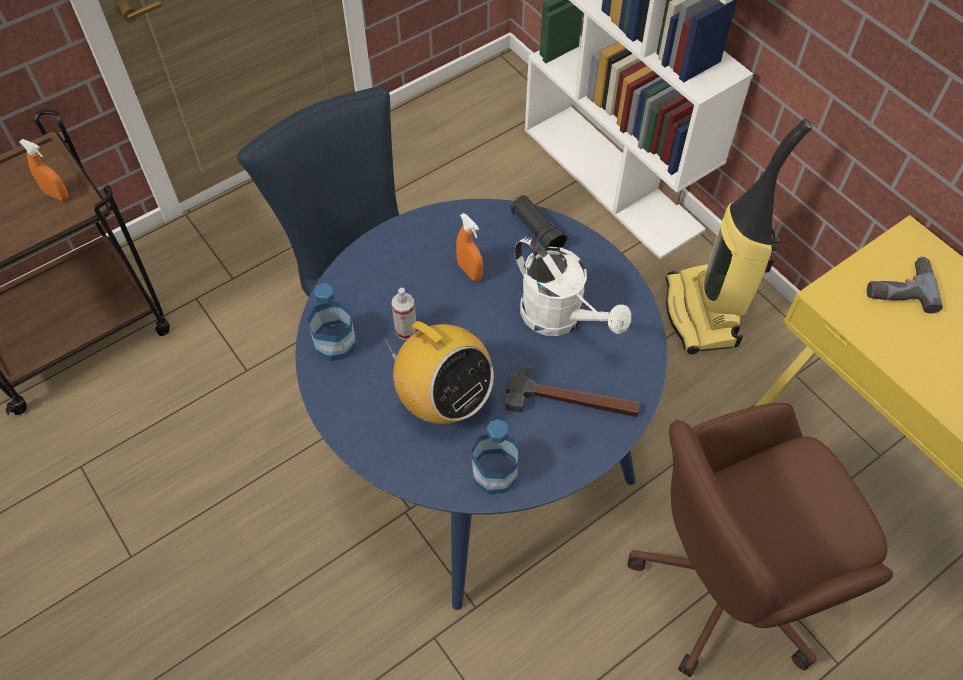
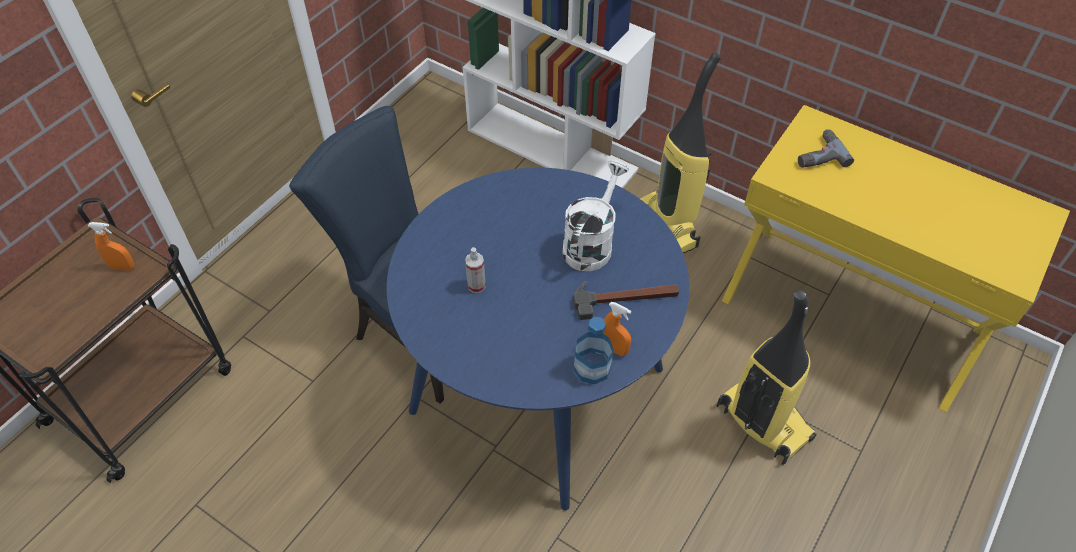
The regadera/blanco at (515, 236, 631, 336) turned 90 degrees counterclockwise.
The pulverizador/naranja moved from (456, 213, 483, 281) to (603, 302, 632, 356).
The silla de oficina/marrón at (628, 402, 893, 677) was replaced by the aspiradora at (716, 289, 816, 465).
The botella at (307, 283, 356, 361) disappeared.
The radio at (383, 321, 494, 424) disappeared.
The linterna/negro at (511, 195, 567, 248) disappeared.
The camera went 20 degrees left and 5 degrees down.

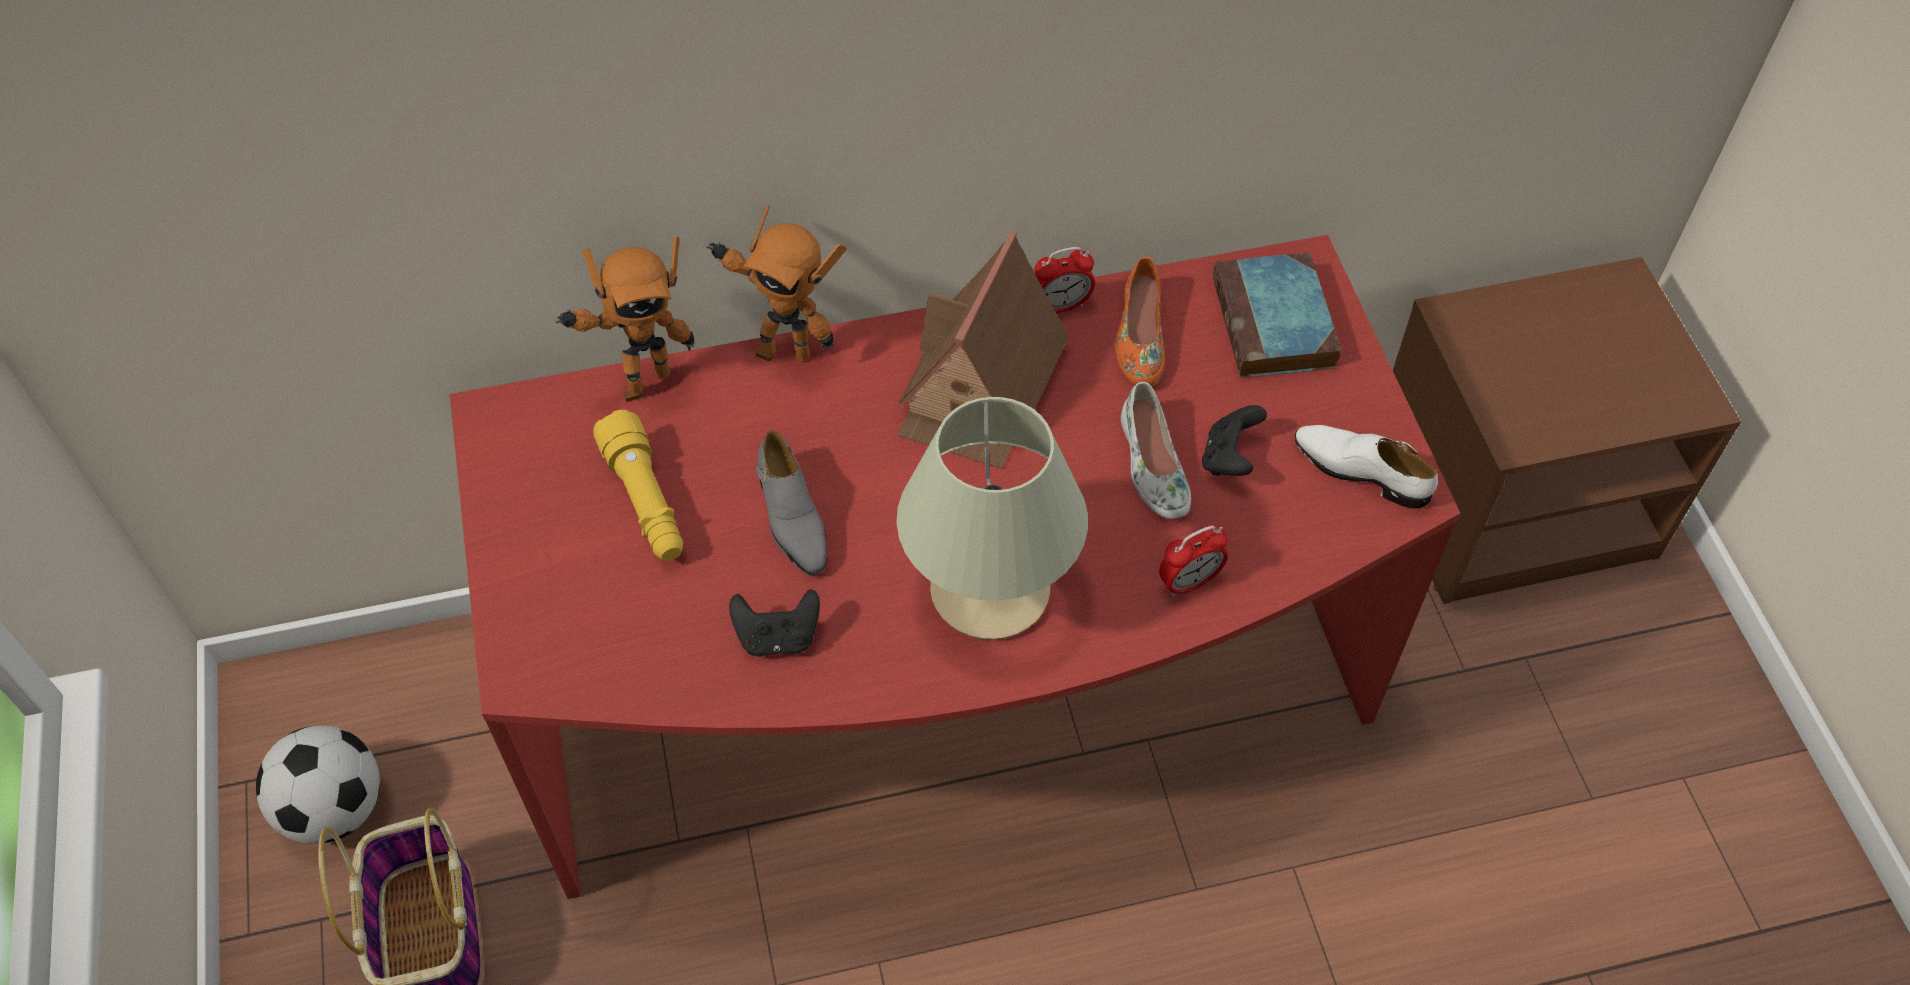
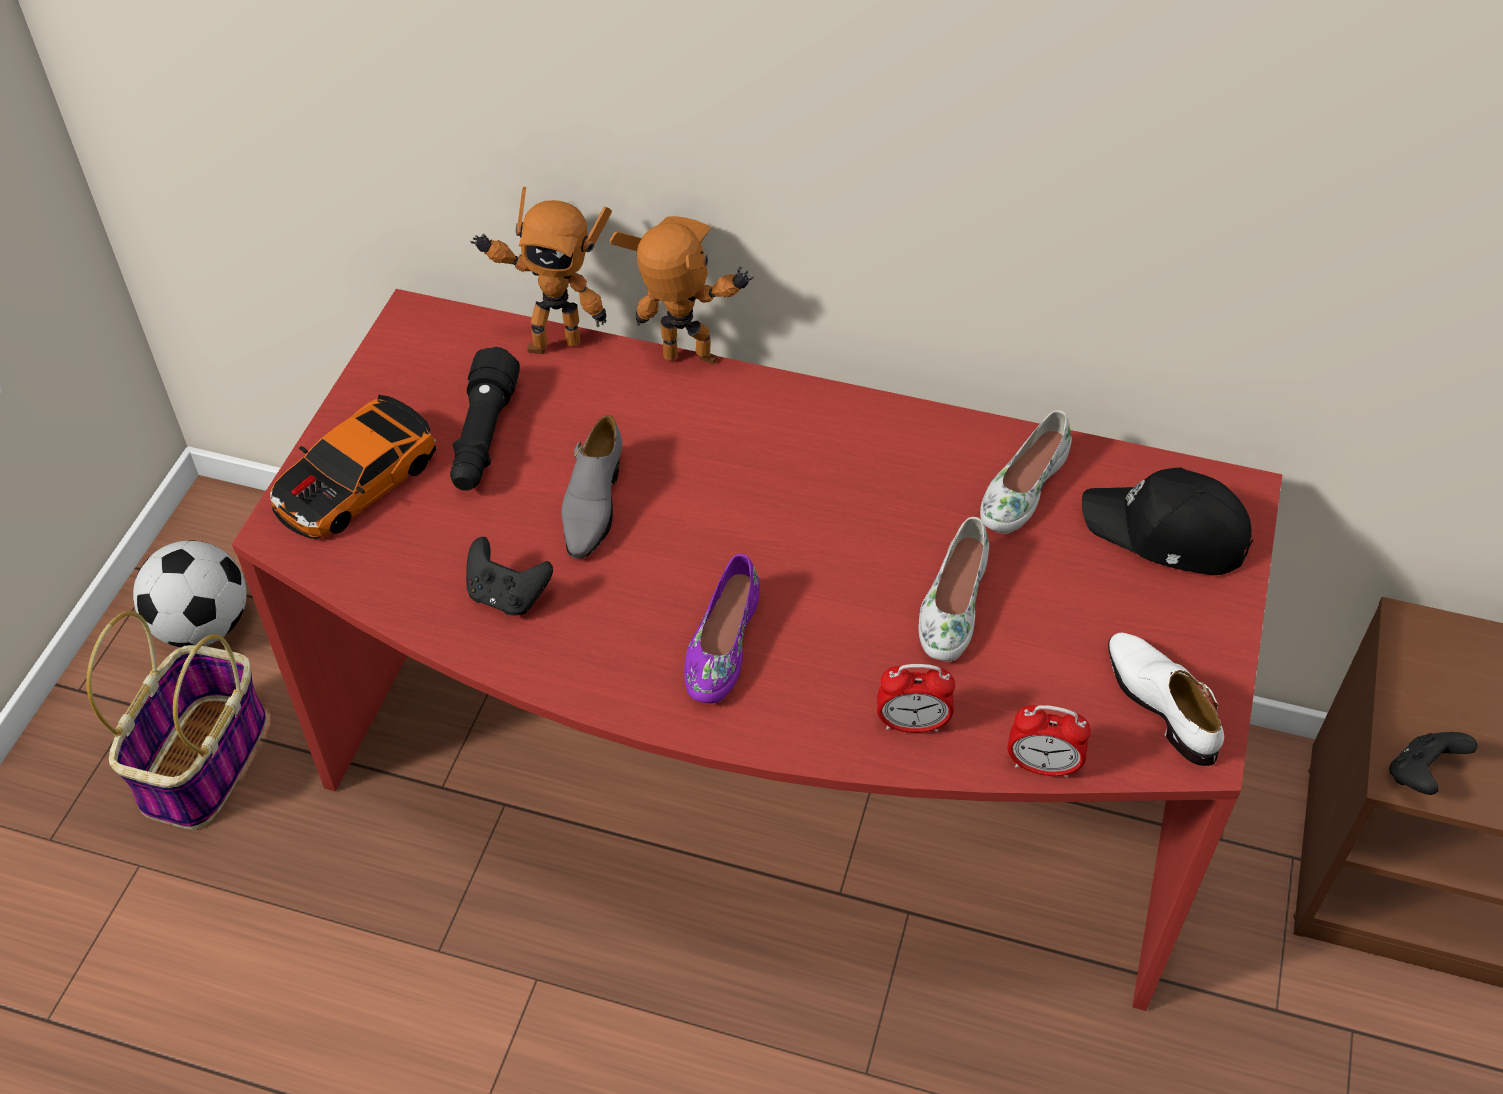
The coche de juguete at (270, 395, 436, 539) appeared.
The linterna/amarillo at (593, 410, 683, 561) became the linterna/negro at (450, 347, 520, 491).
The robot de juguete at (706, 205, 846, 361) turned 150 degrees clockwise.
The lámpara de mesa/beis at (897, 397, 1088, 640) was replaced by the zapato/morado at (684, 554, 760, 704).
The zapato/naranja at (1115, 257, 1165, 386) became the zapato/blanco at (980, 410, 1072, 534).
The despertador moved from (1035, 247, 1095, 313) to (1007, 705, 1091, 778).
The libro at (1213, 252, 1341, 378) was replaced by the gorra/negro at (1082, 467, 1253, 575).
The mando de consola/negro moved from (1202, 405, 1267, 476) to (1389, 732, 1478, 795).
The casita at (897, 230, 1069, 469) disappeared.
The camera went 30 degrees right and 5 degrees down.

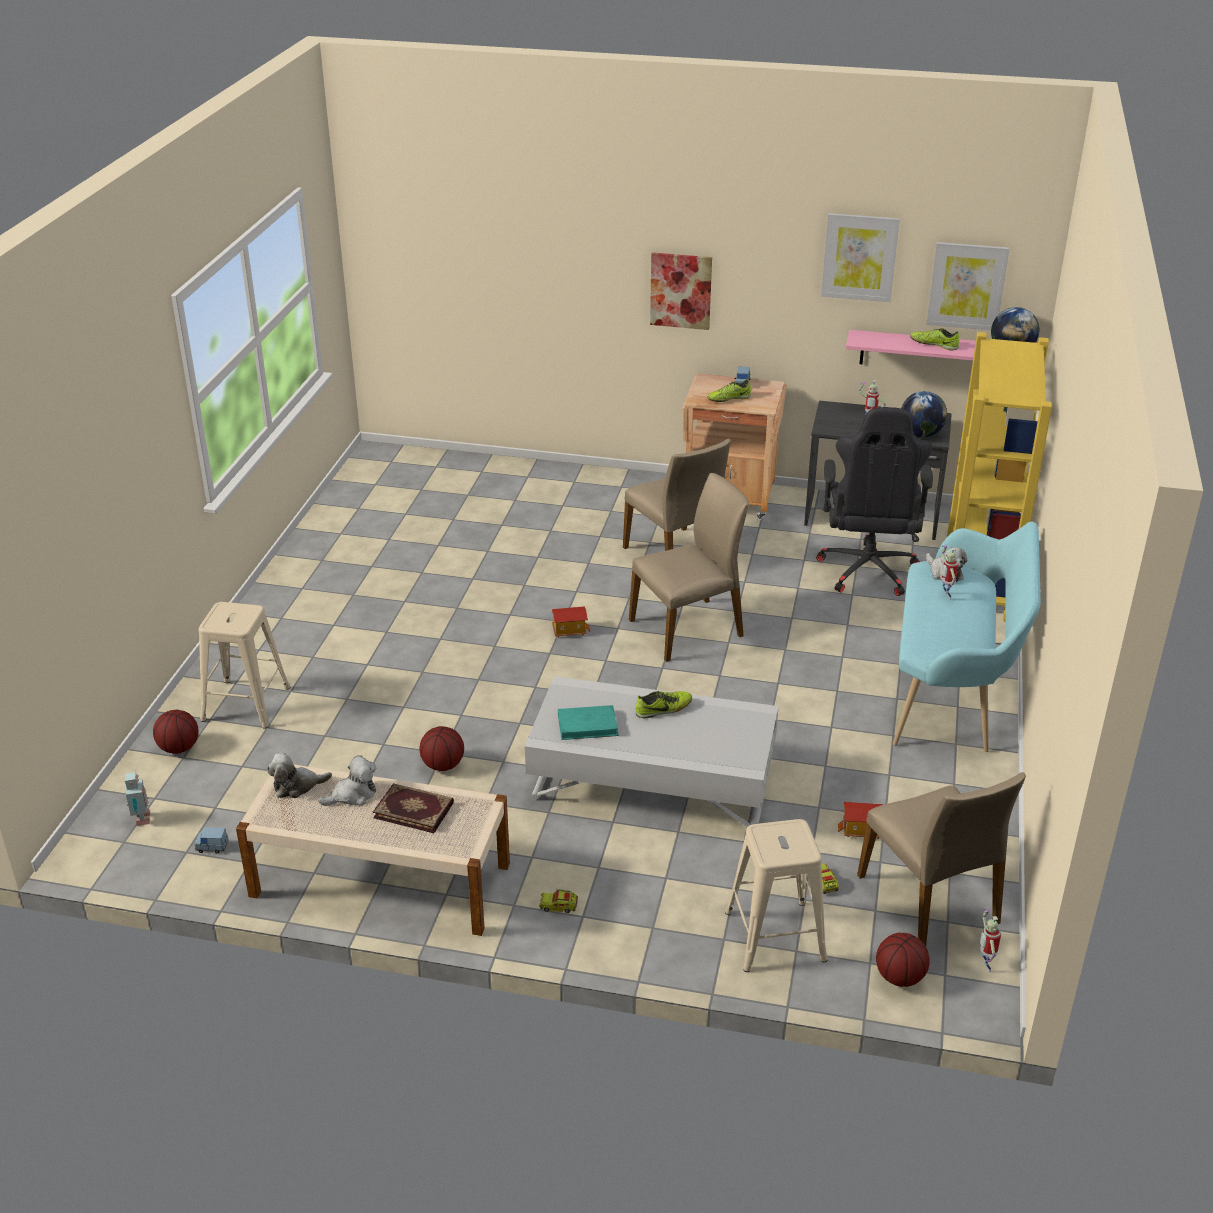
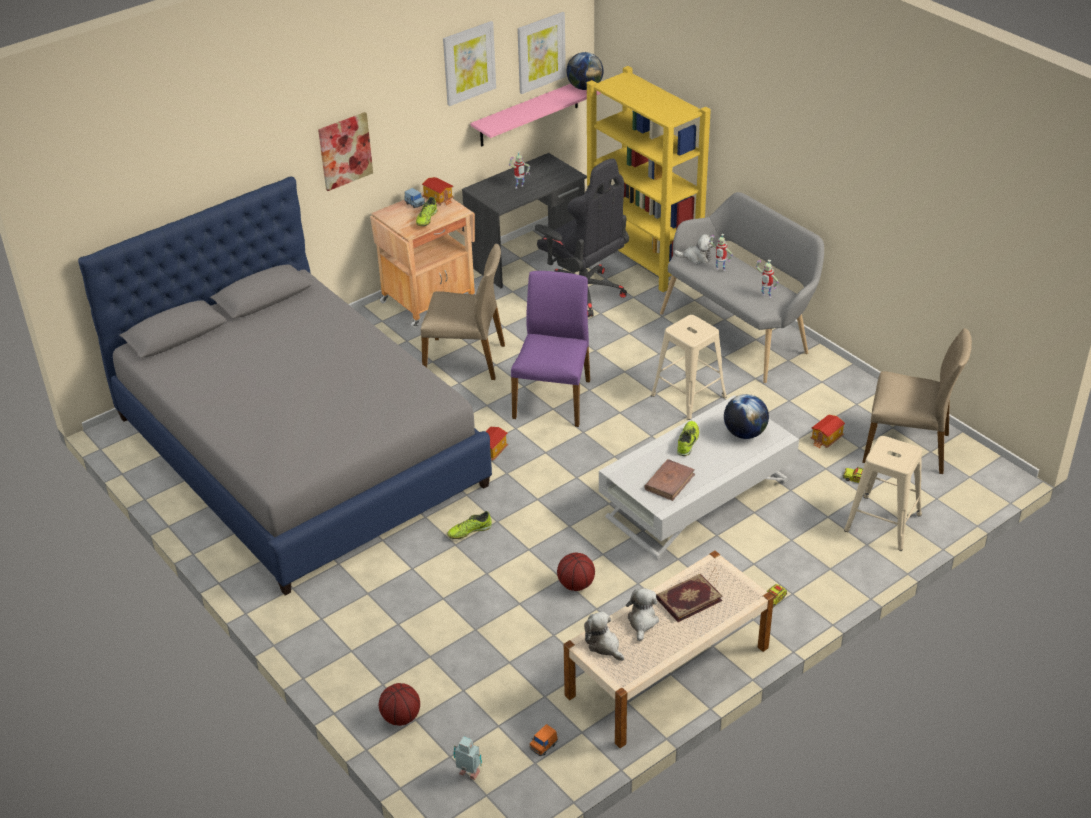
The cama/gris at (78, 176, 492, 596) appeared.
The casita at (422, 177, 454, 205) appeared.
The zapato moved from (910, 328, 960, 350) to (447, 511, 492, 539).
The silla/beis at (629, 473, 749, 662) became the silla/morado at (511, 271, 590, 427).
The coche de juguete/azul at (194, 827, 229, 854) became the coche de juguete/naranja at (530, 724, 558, 756).
The peluche at (267, 753, 332, 798) turned 120 degrees clockwise.
The libro/turquesa at (558, 705, 619, 740) became the libro/marrón at (644, 459, 695, 501).
The taburete/beis moved from (199, 602, 291, 729) to (651, 315, 727, 420).
The banco/turquesa at (893, 522, 1041, 752) became the banco/gris at (660, 192, 824, 383).
The globo terráqueo moved from (901, 391, 947, 437) to (724, 394, 769, 439).
The robot de juguete moved from (980, 909, 1001, 972) to (756, 260, 779, 298).
The balón de baloncesto at (876, 933, 930, 987) disappeared.
The camera went 50 degrees left and 5 degrees up.

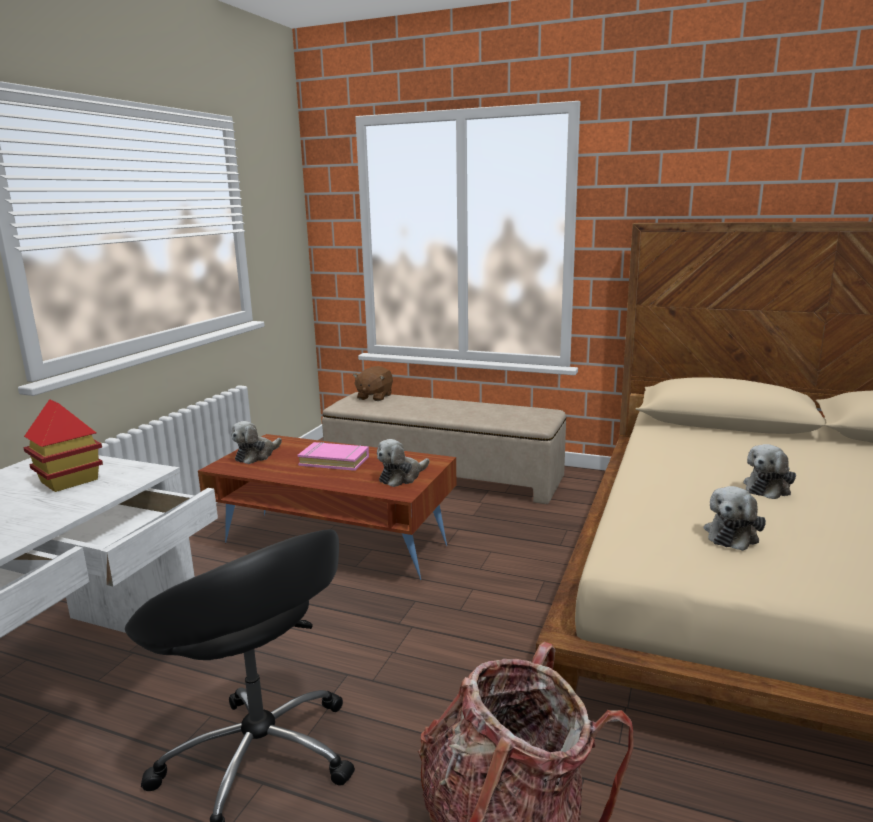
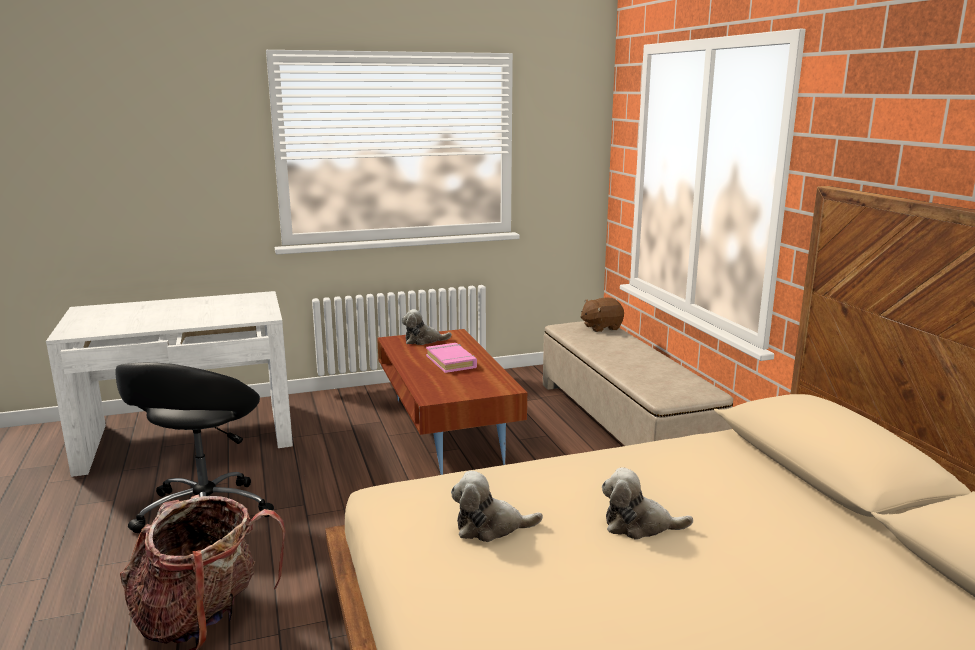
The casita at (23, 399, 103, 492) disappeared.
The peluche at (377, 439, 429, 487) disappeared.
The camera went 50 degrees right and 0 degrees up.

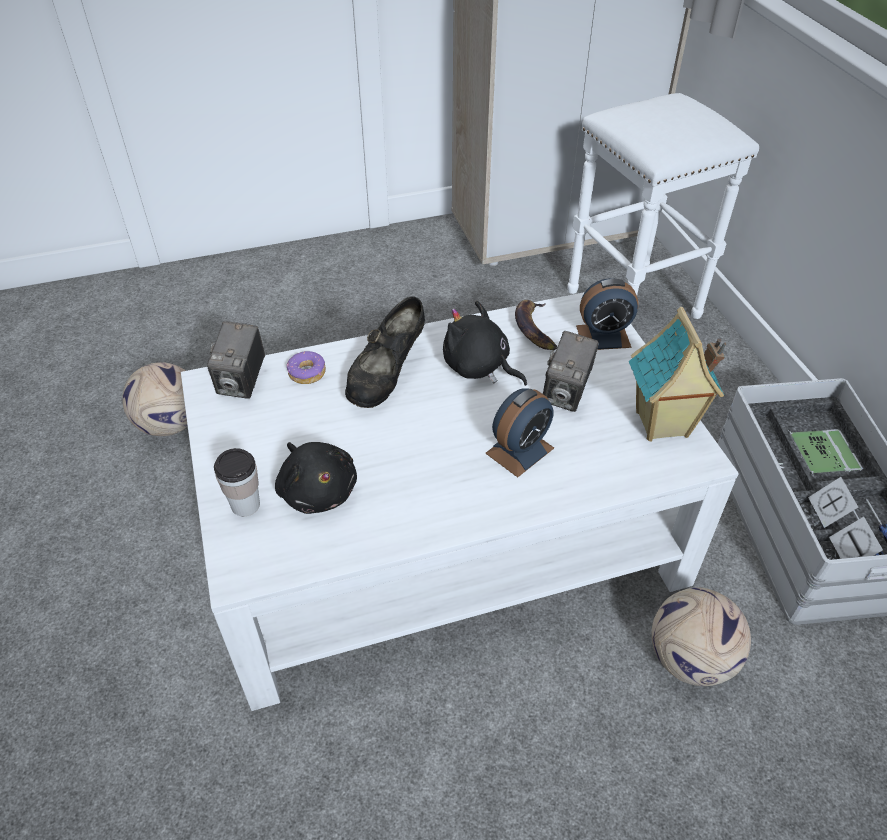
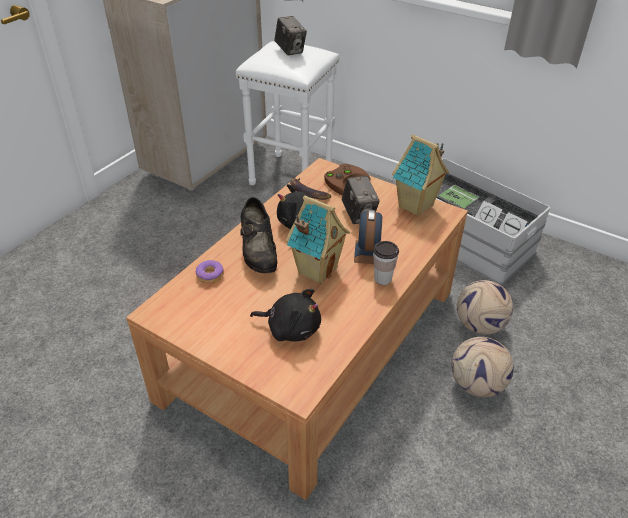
The mesa de centro/blanco at (181, 292, 739, 711) became the mesa de centro/marrón at (126, 158, 468, 500).
The cámara moved from (207, 321, 265, 399) to (274, 16, 307, 55).
The casita at (286, 195, 350, 284) appeared.
The despertador at (576, 278, 639, 350) was replaced by the mando de consola/marrón at (324, 163, 371, 195).
The taza moved from (214, 448, 260, 516) to (373, 241, 399, 285).
The balón de fútbol moved from (122, 362, 188, 436) to (452, 337, 514, 397).
The camera went 40 degrees left and 5 degrees down.

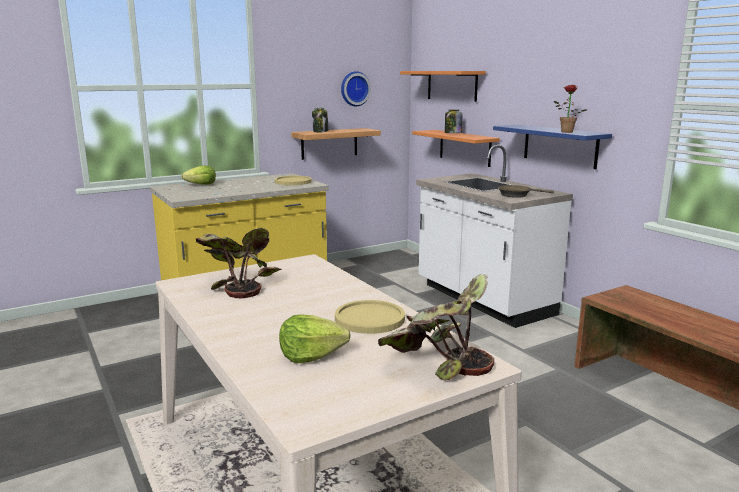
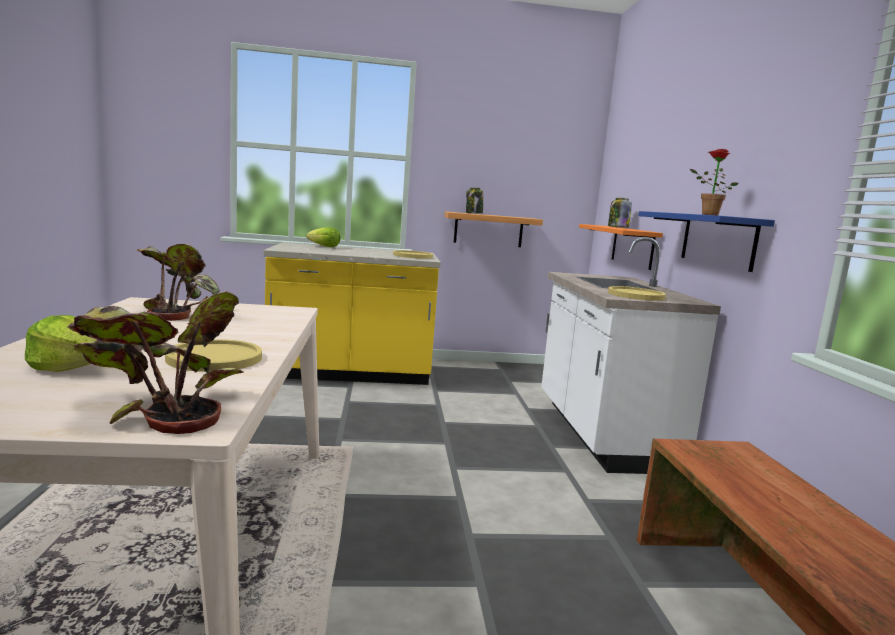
The sartén/marrón at (498, 185, 554, 198) was replaced by the plato/amarillo at (608, 286, 666, 301).
The reloj de pared at (341, 71, 371, 107) disappeared.
The estante/naranja at (400, 71, 486, 102) disappeared.
The camera went 25 degrees right and 5 degrees down.

